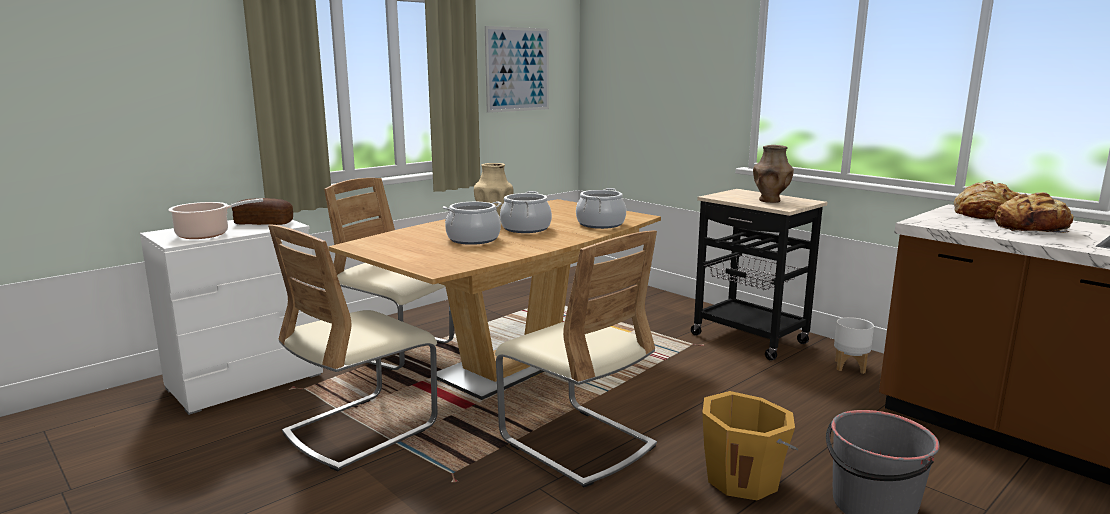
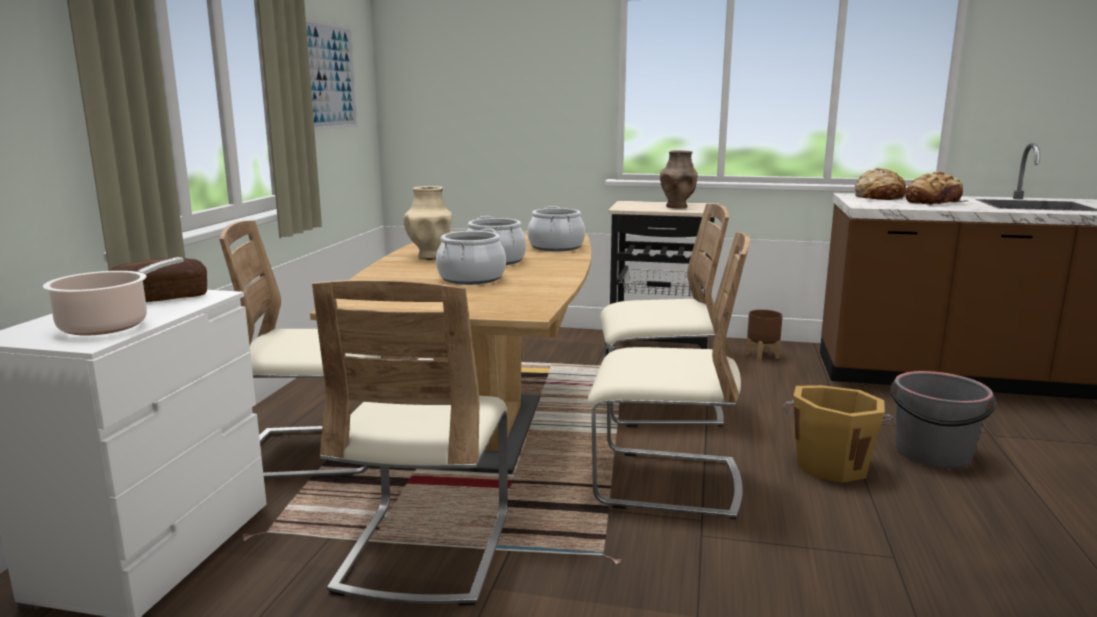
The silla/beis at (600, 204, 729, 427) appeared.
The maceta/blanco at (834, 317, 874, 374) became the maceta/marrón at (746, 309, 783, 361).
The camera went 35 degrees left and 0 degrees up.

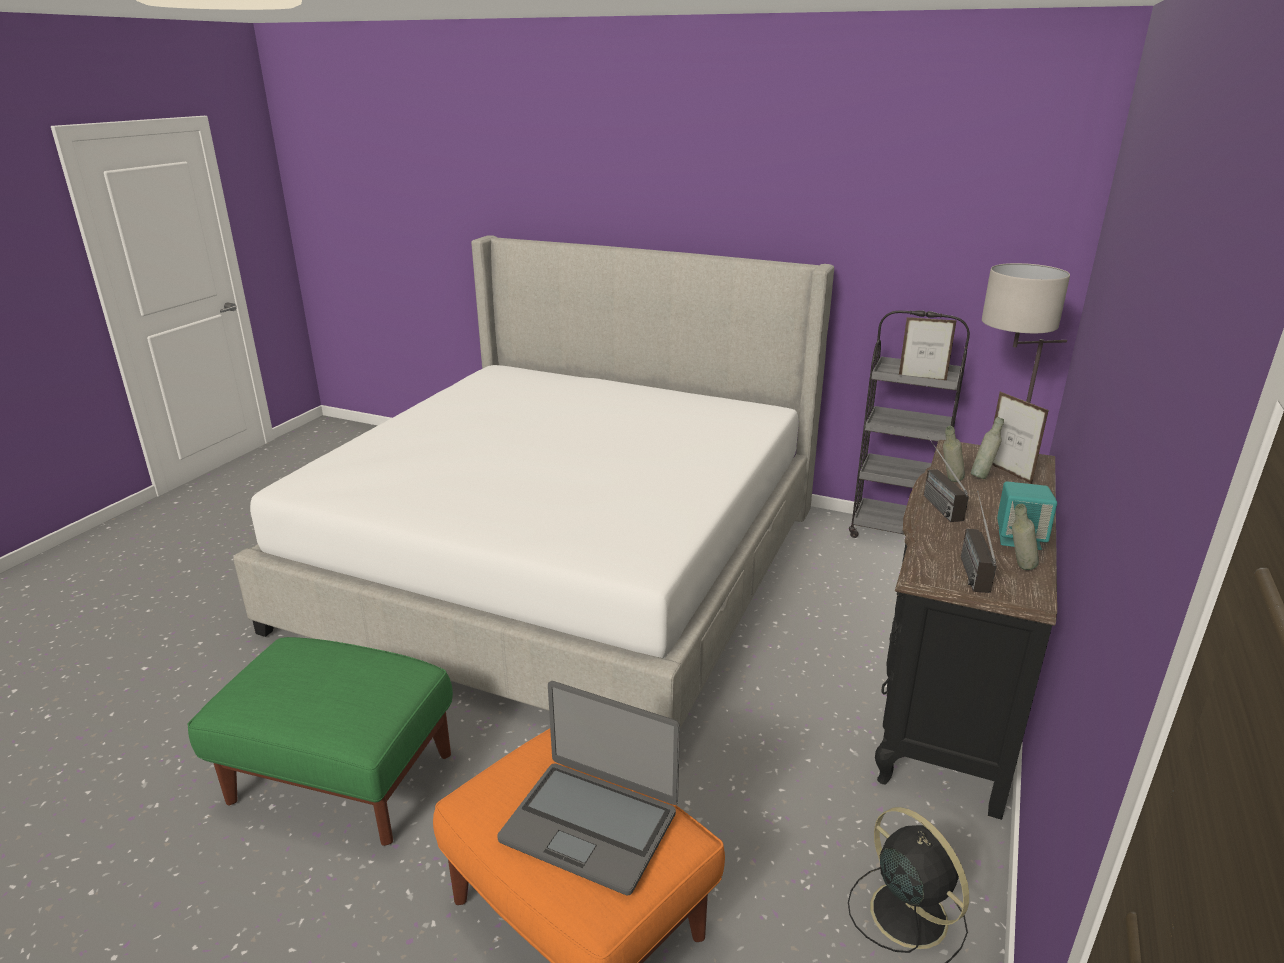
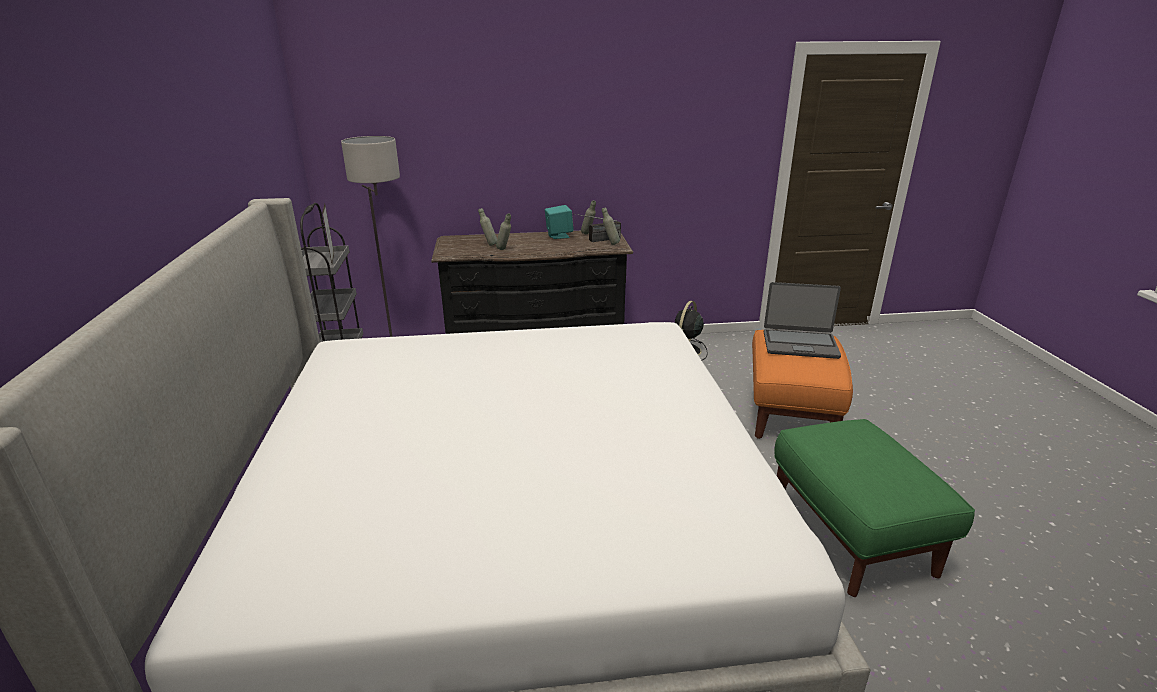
The botella/gris at (602, 208, 620, 245) appeared.
The portátil at (497, 681, 680, 896) turned 105 degrees clockwise.
The radio at (924, 436, 969, 522) disappeared.
The portarretratos at (992, 392, 1049, 484) disappeared.
The camera went 120 degrees left and 0 degrees up.

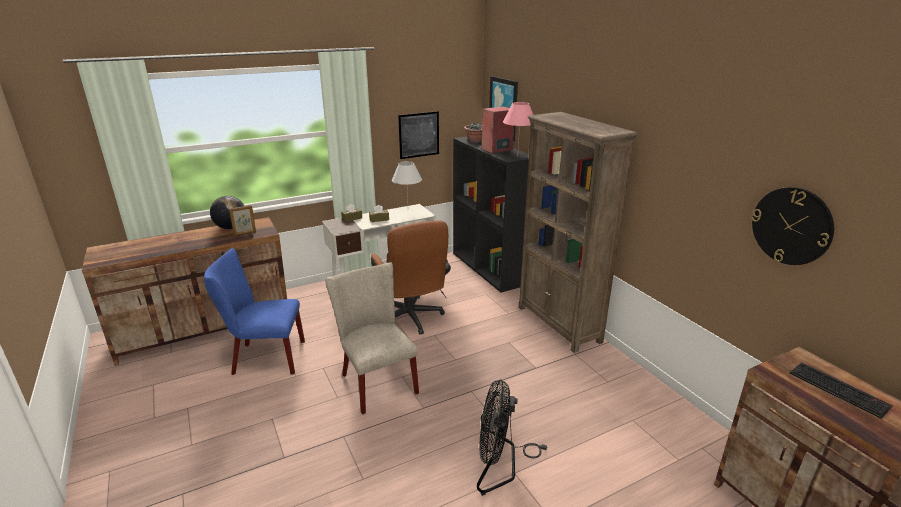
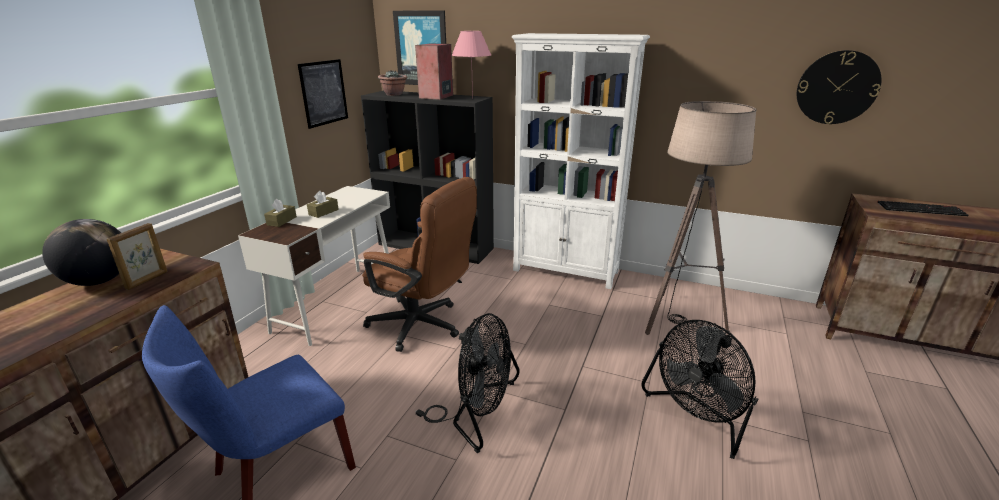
The silla/beis at (325, 262, 419, 414) was replaced by the ventilador/negro at (416, 313, 520, 453).
The estantería/marrón at (519, 112, 638, 353) became the estantería/blanco at (512, 33, 650, 289).
The lámpara de pie at (645, 101, 756, 335) appeared.
The lámpara de mesa/blanco at (392, 161, 422, 200) disappeared.
The camera went 40 degrees left and 0 degrees up.

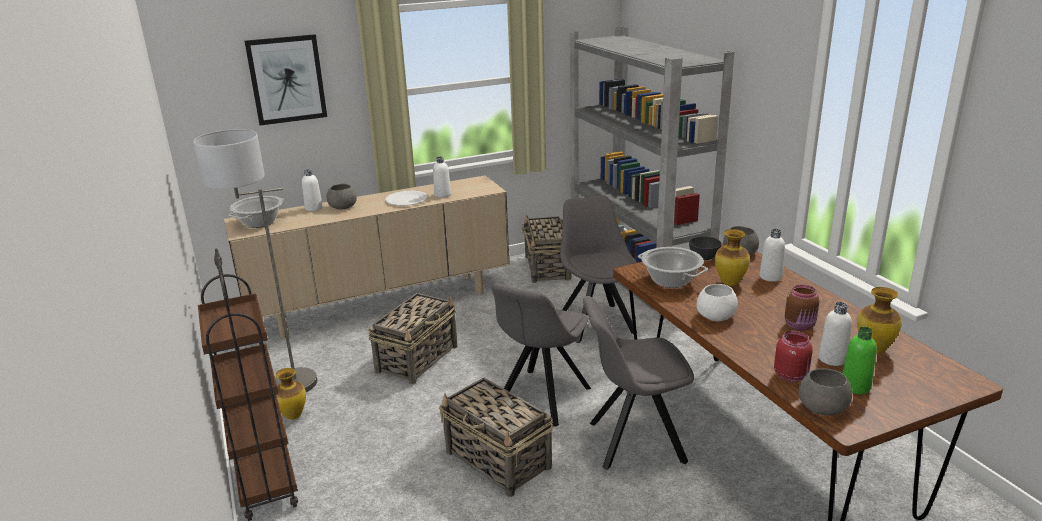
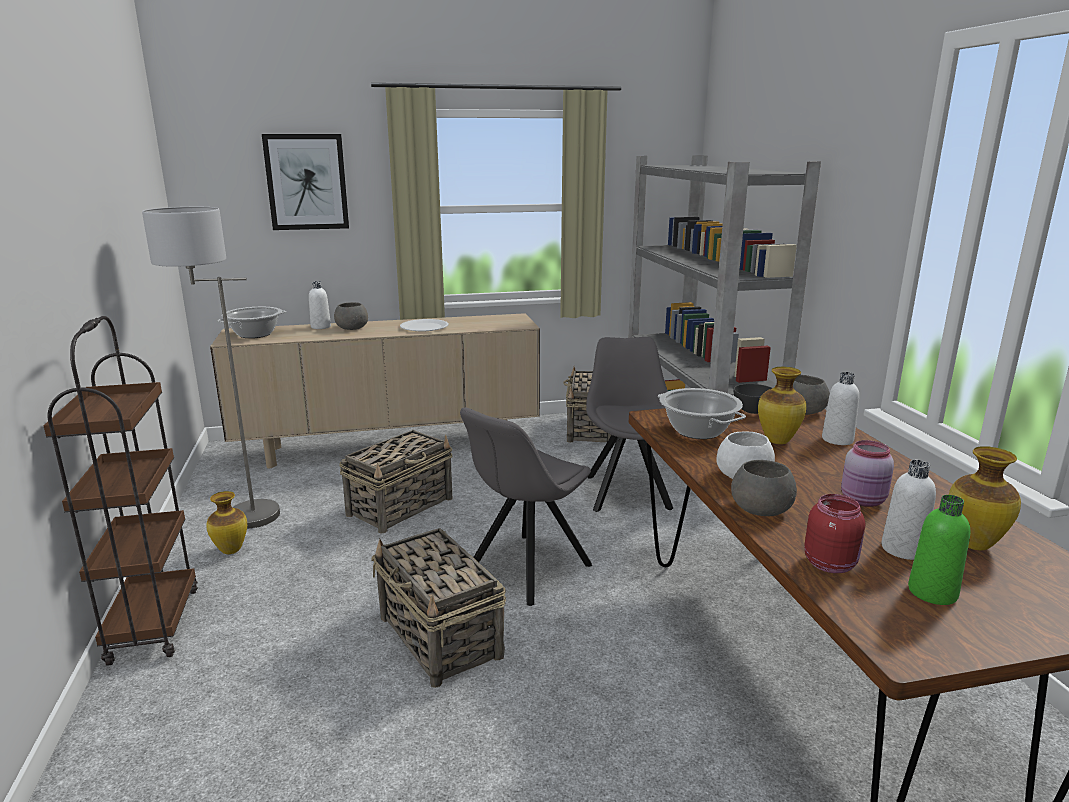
The cuenco/gris moved from (798, 368, 852, 415) to (731, 460, 797, 516).
The tarro/marrón at (785, 285, 819, 330) became the tarro/rosa at (841, 440, 894, 507).
The botella/blanco at (433, 156, 451, 198) disappeared.
The silla/gris at (583, 296, 694, 470) disappeared.
The camera went 10 degrees right and 5 degrees down.

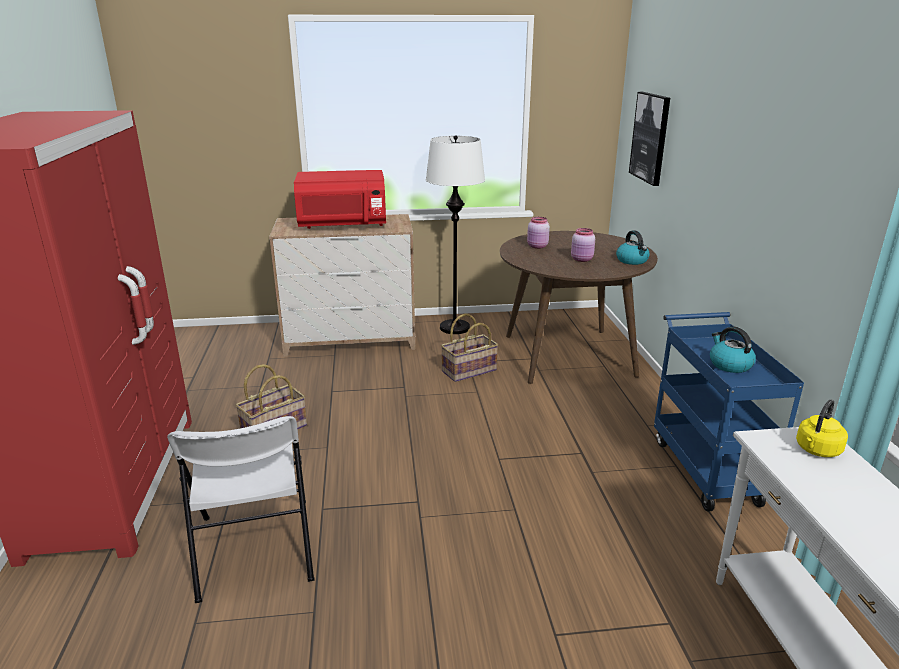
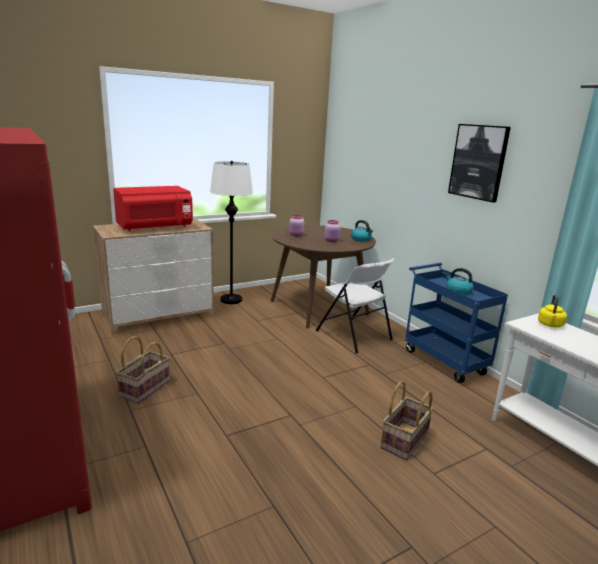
The silla/blanco moved from (167, 416, 315, 603) to (316, 258, 395, 353).
The cesta moved from (441, 313, 498, 382) to (380, 381, 433, 460).
The cuadro moved from (629, 92, 670, 186) to (448, 124, 511, 203).
The camera went 25 degrees left and 5 degrees down.

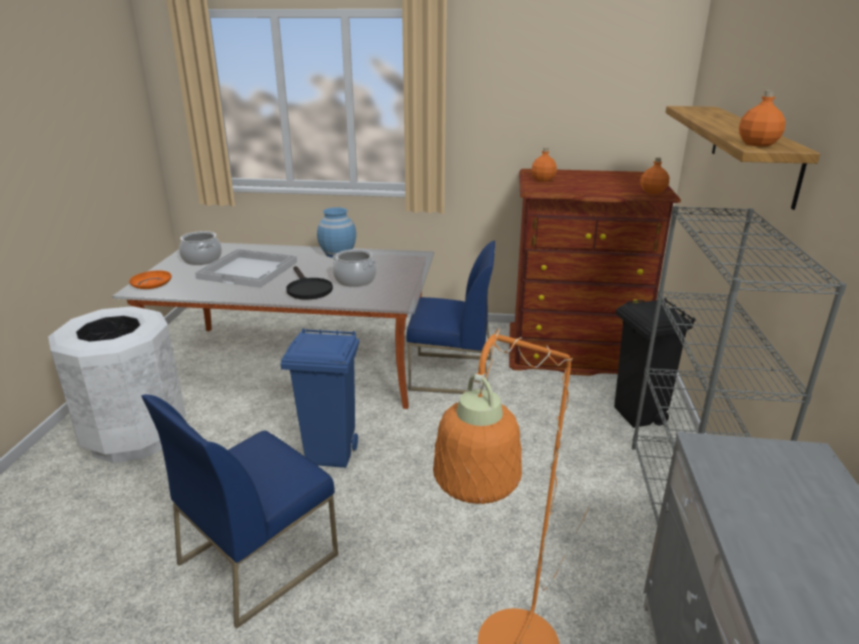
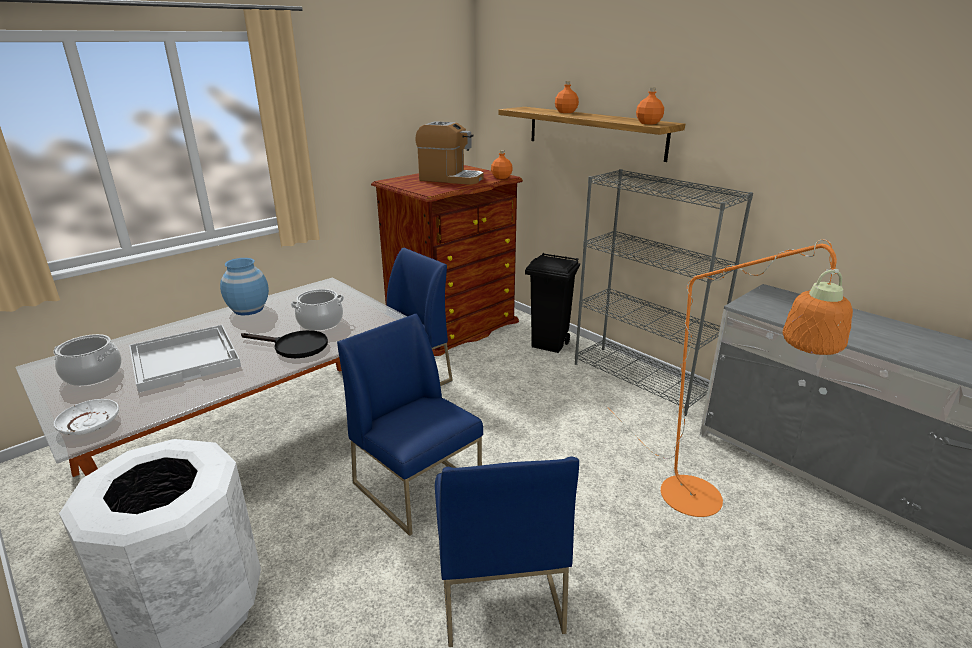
The plato/naranja at (129, 270, 172, 289) became the plato/blanco at (54, 399, 119, 435).
The papelera/azul at (280, 328, 359, 468) was replaced by the silla/azul at (337, 314, 483, 536).
The cafetera at (415, 121, 484, 185) appeared.
The botella/naranja moved from (532, 147, 557, 182) to (555, 81, 579, 113).
The camera went 50 degrees left and 0 degrees up.

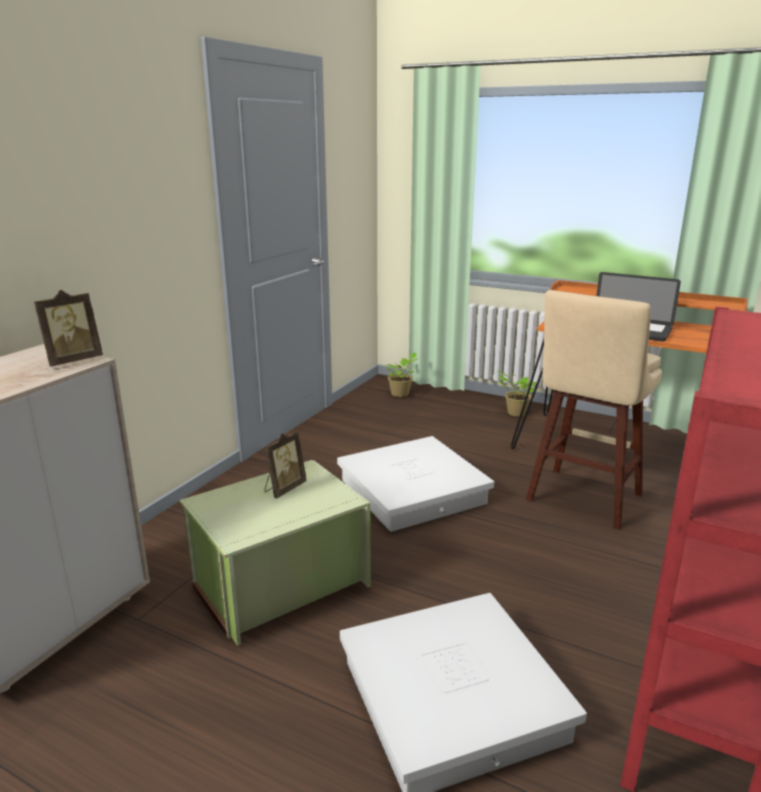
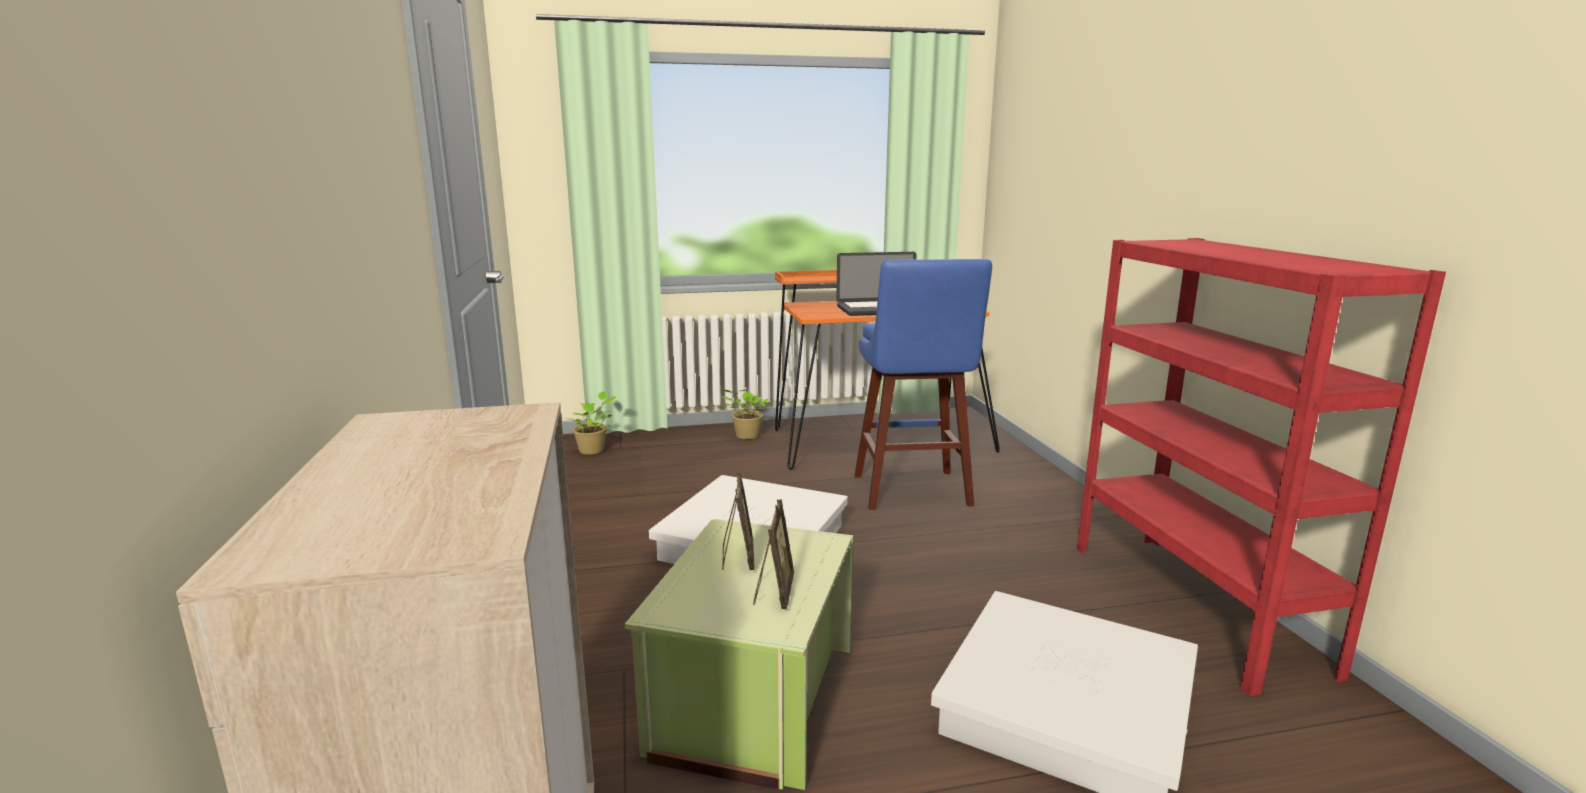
The portarretratos moved from (34, 290, 103, 366) to (753, 499, 794, 609).
The taburete/beis at (526, 290, 662, 530) became the taburete/azul at (854, 259, 992, 510).
The camera went 40 degrees left and 5 degrees down.

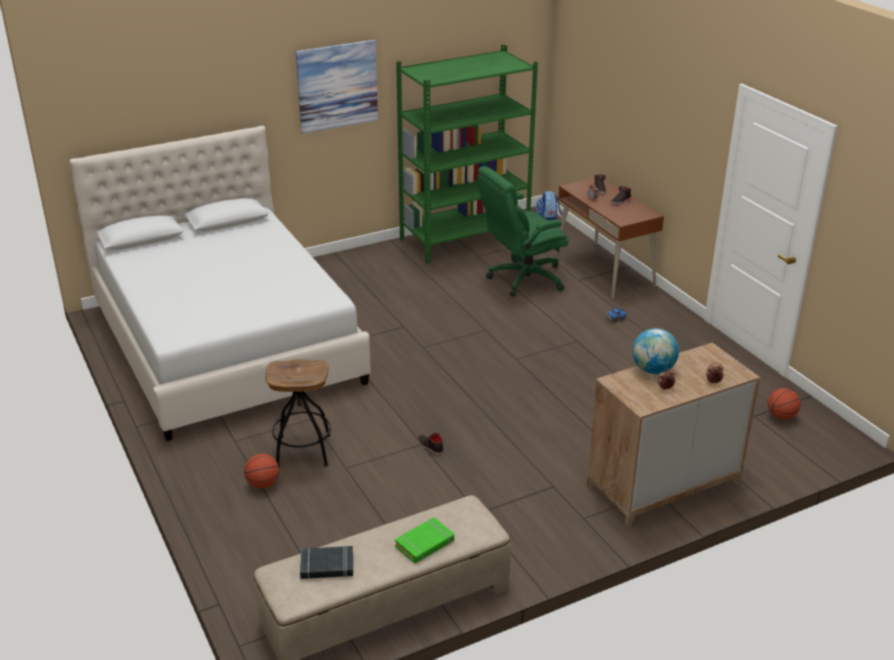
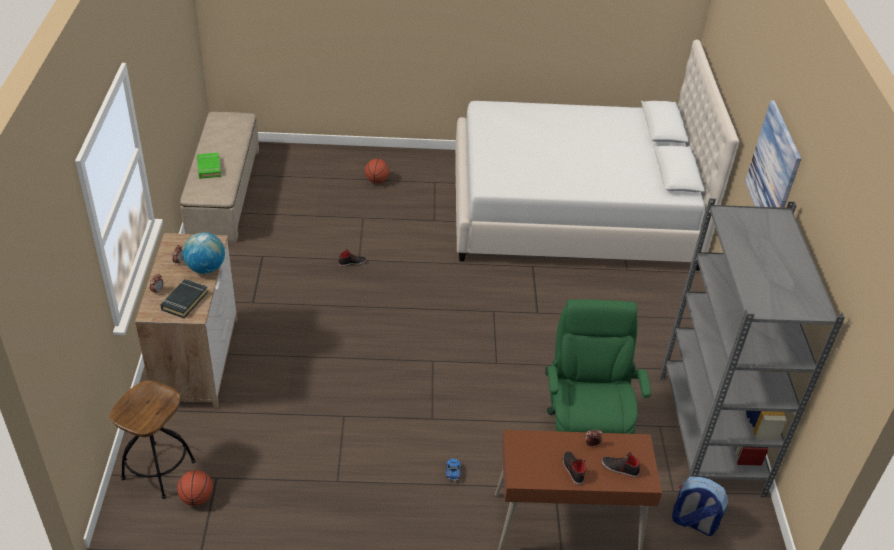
The taburete/marrón moved from (265, 359, 331, 467) to (110, 381, 196, 499).
The libro/negro moved from (300, 546, 353, 580) to (160, 279, 208, 318).
The estantería/verde at (396, 45, 538, 264) became the estantería/gris at (659, 198, 845, 497).
The camera went 115 degrees right and 10 degrees up.

